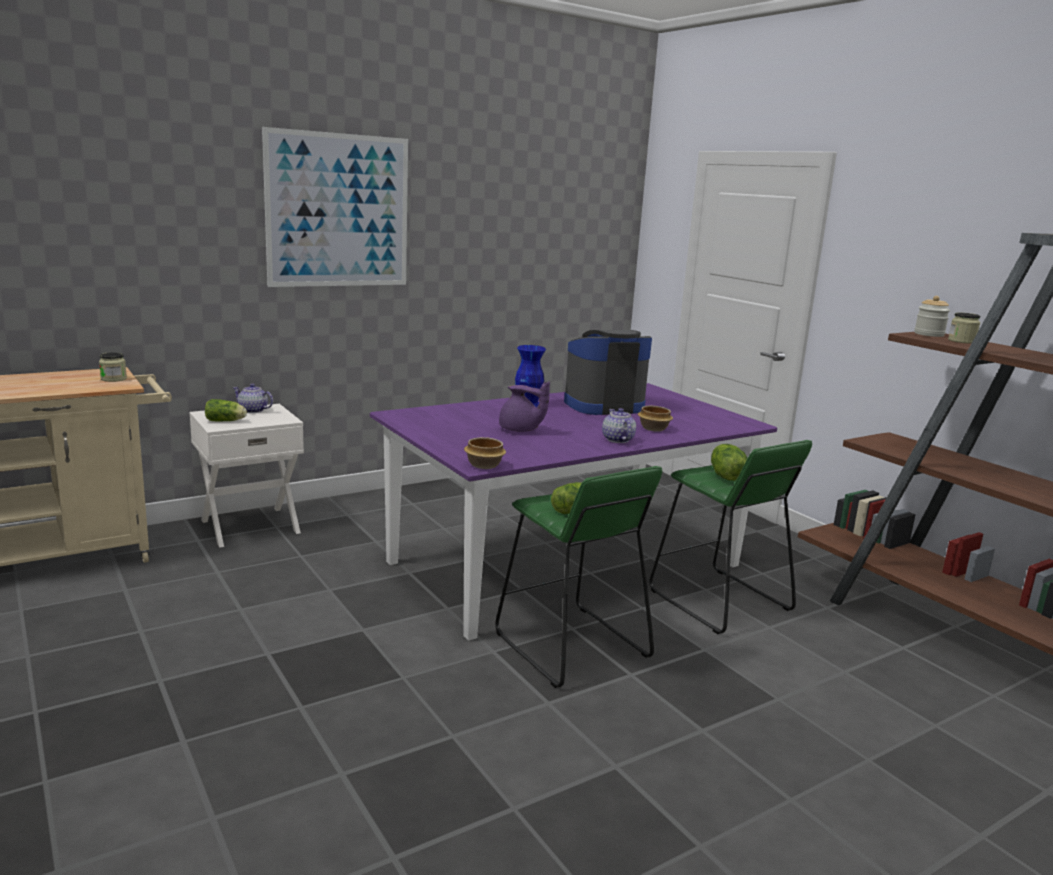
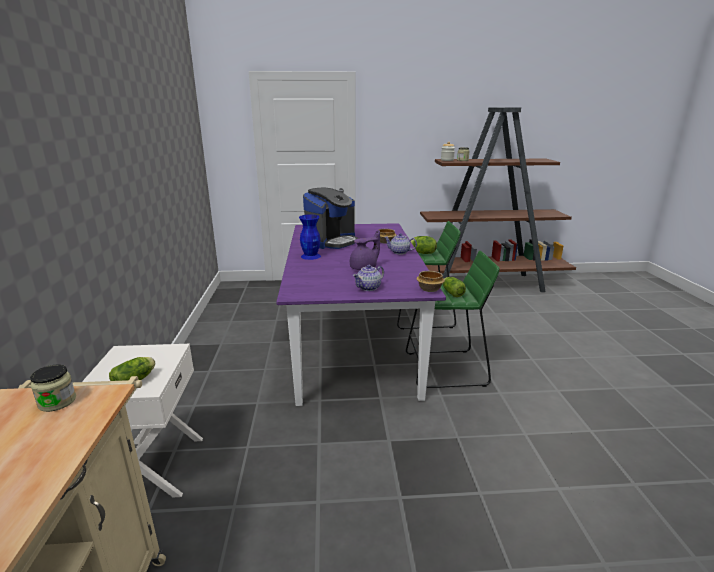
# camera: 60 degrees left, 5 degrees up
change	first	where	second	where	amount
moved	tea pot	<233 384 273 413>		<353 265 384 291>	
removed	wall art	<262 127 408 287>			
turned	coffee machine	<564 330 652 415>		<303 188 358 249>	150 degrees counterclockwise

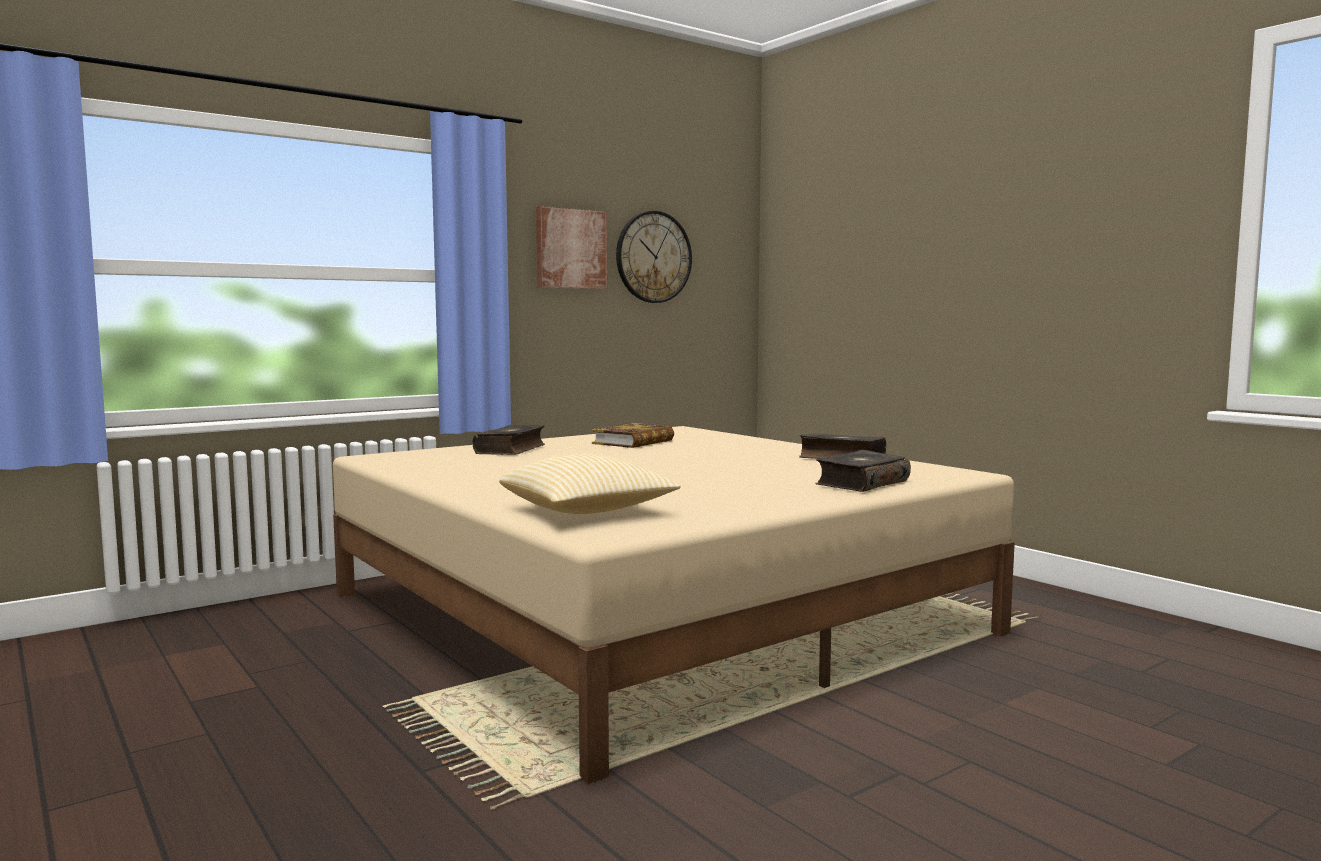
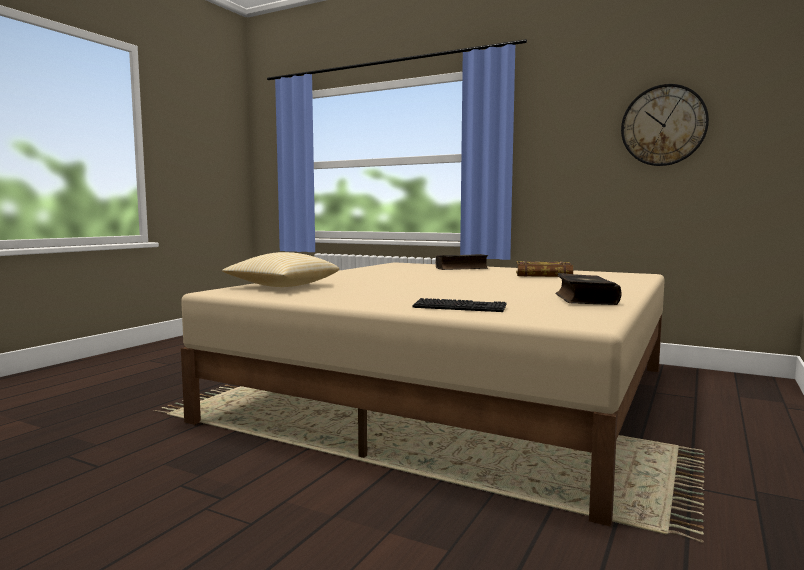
# camera: 65 degrees right, 0 degrees up
change	first	where	second	where	amount
removed	wall art	<536 206 607 289>			
replaced	book	<815 450 911 492>	computer keyboard	<413 298 507 312>	

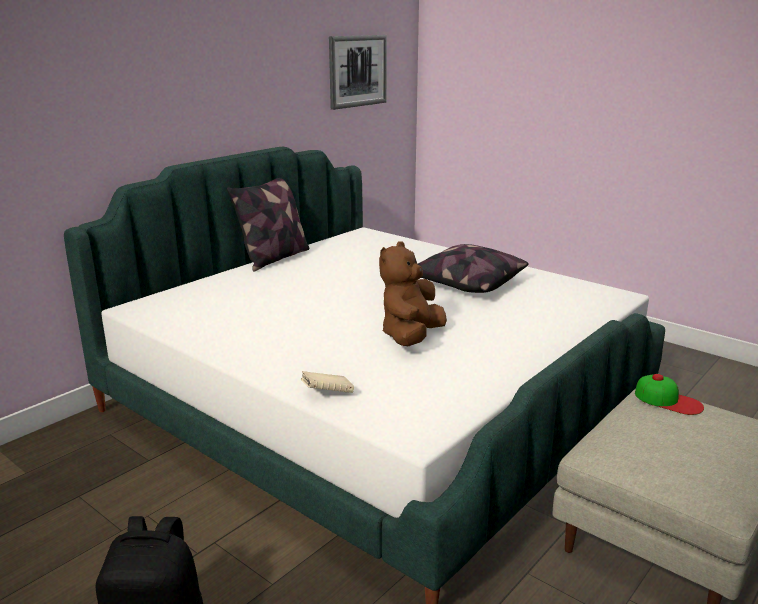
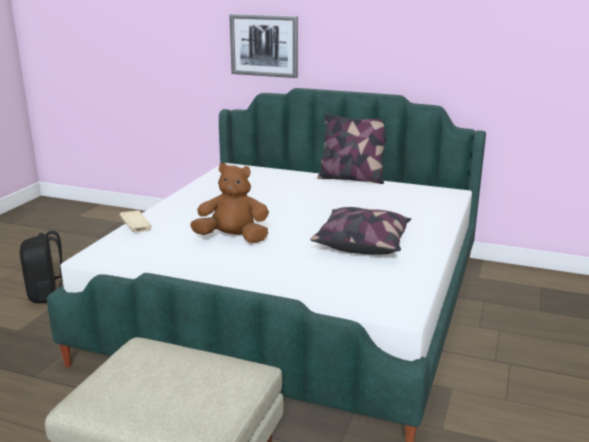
# camera: 70 degrees right, 0 degrees up
change	first	where	second	where	amount
moved	wall art	<329 35 387 110>		<229 14 298 78>	
removed	peaked cap	<635 374 704 415>			

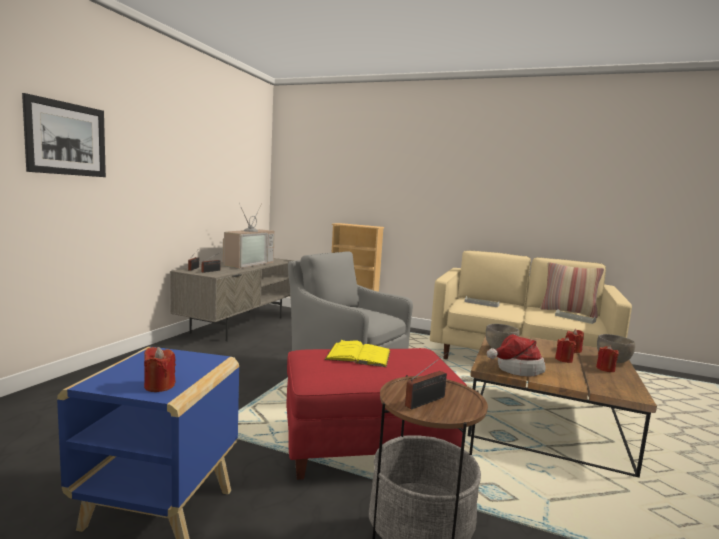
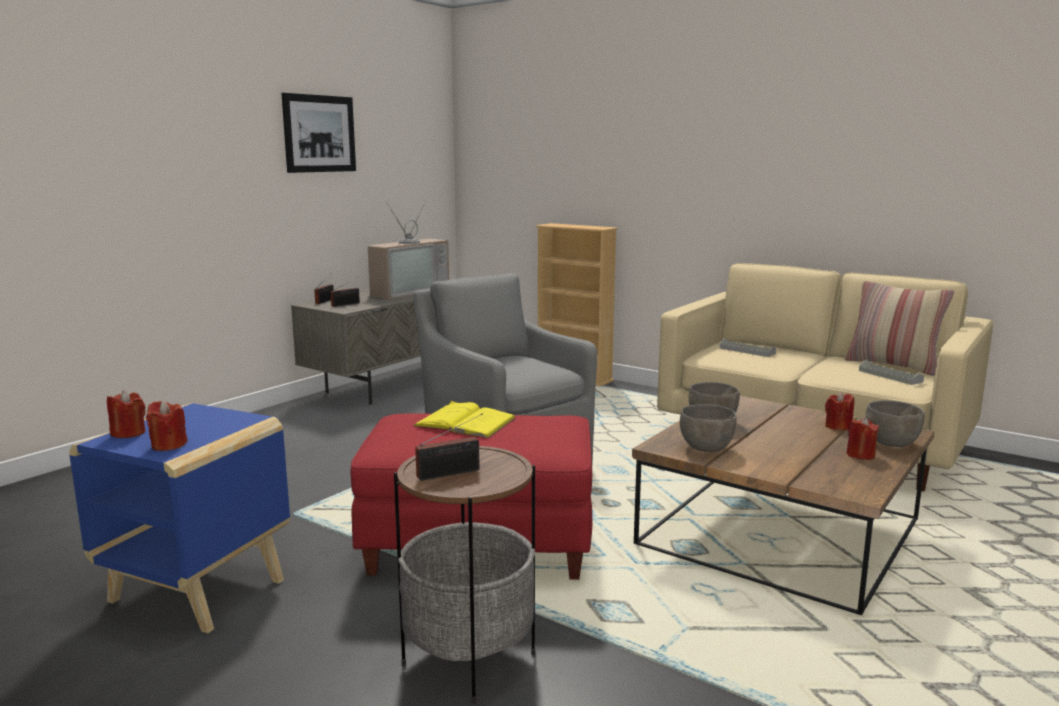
# camera: 15 degrees right, 5 degrees up
change	first	where	second	where	amount
moved	wall art	<22 93 106 177>		<281 93 356 173>	
replaced	wearable hat	<487 334 546 376>	greyish bowl	<680 404 737 452>	
moved	red-coloured wax light	<555 337 576 363>		<107 390 145 438>	

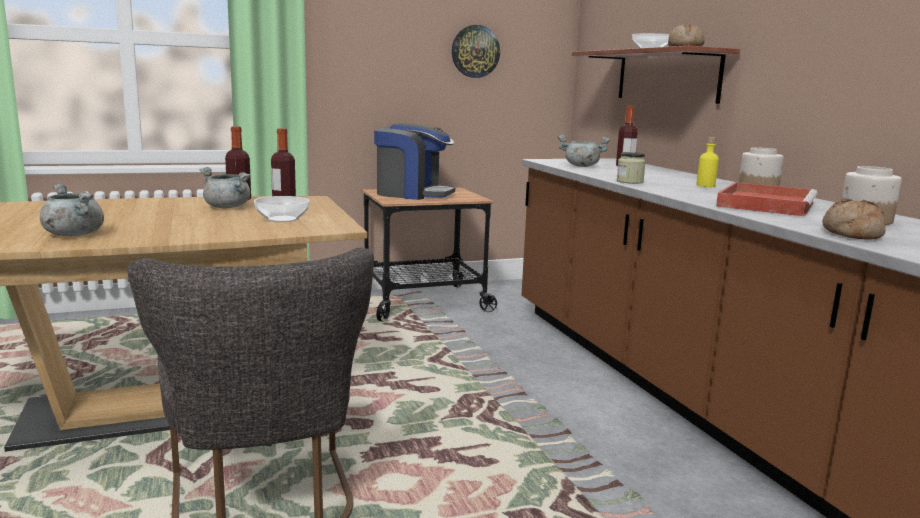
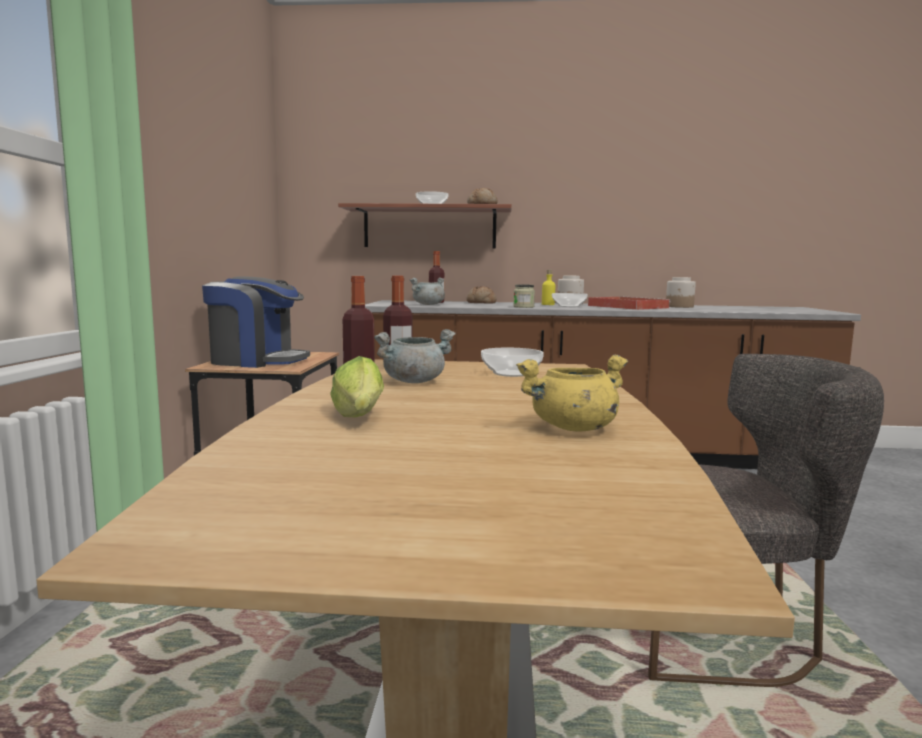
# camera: 65 degrees left, 5 degrees down
change	first	where	second	where	amount
recoloured	greyish saucepot	<40 183 104 236>	yellow-coloured saucepot	<516 355 628 431>	
turned	coffee machine	<374 123 455 200>		<202 276 310 368>	60 degrees clockwise
removed	clock on the wall	<452 25 500 78>			
moved	bakery bread	<822 199 886 240>		<467 286 497 304>	
added			lettuce head	<330 356 384 417>	
added			bowl	<552 293 588 307>	

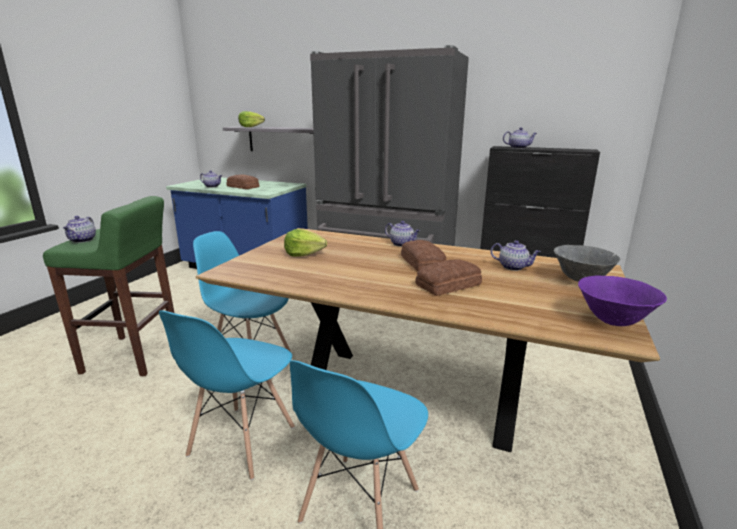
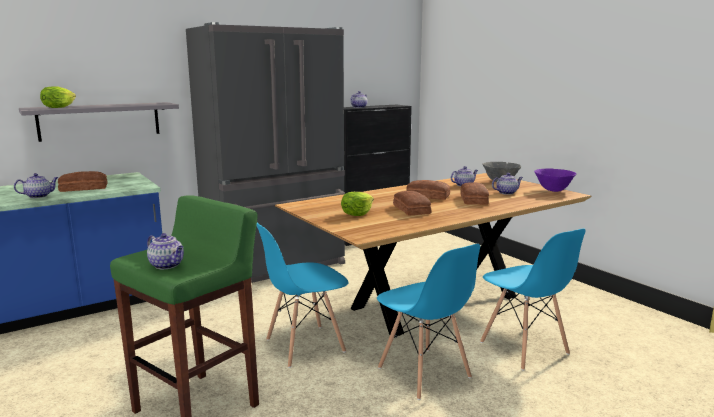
# camera: 55 degrees left, 5 degrees down
change	first	where	second	where	amount
moved	tea pot	<385 221 421 247>		<492 173 523 195>	
added			bakery bread	<393 191 431 216>	

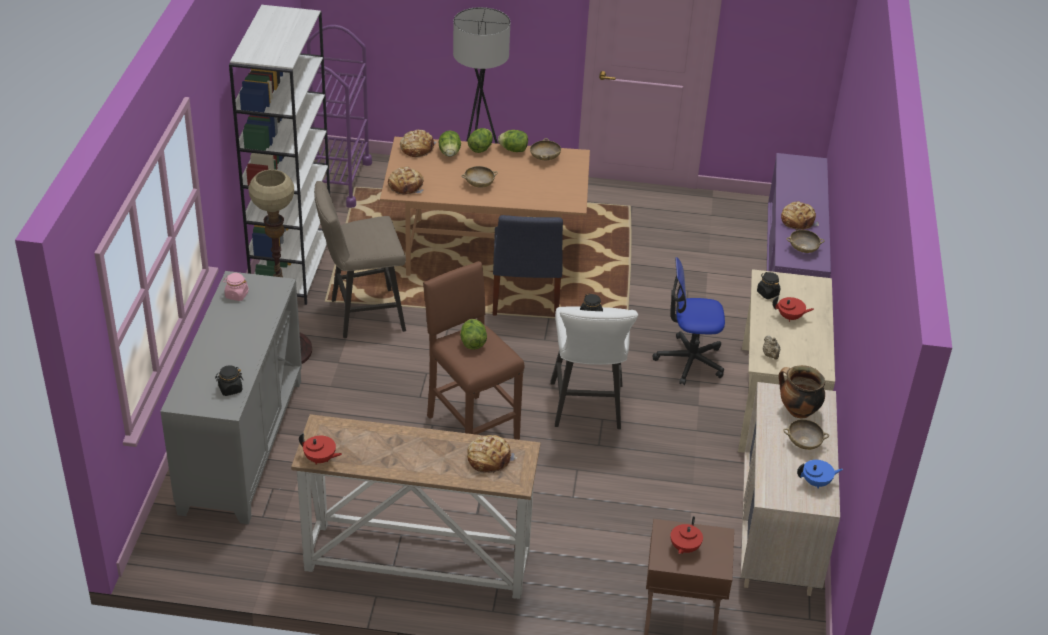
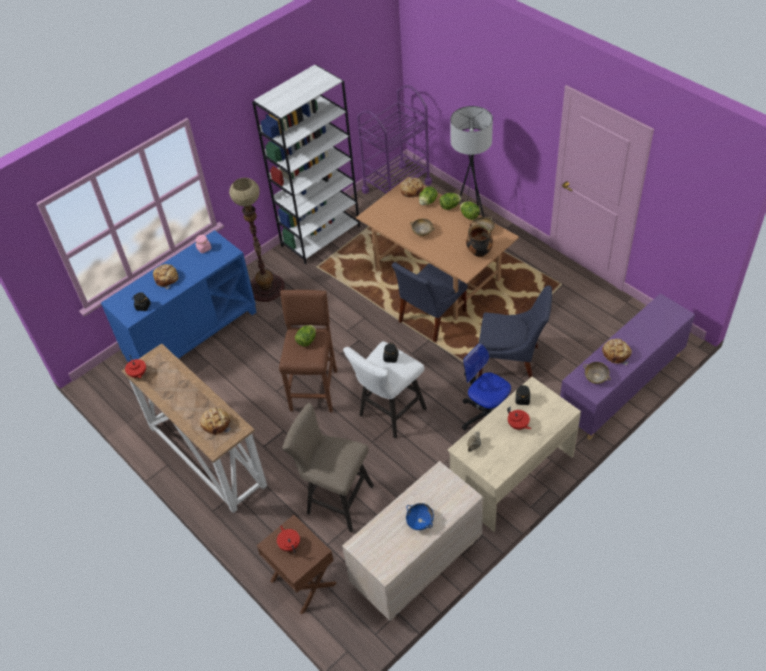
# camera: 45 degrees right, 10 degrees up
change	first	where	second	where	amount
recoloured	greyish cupboard	<160 271 302 524>	blue-coloured cupboard	<101 230 256 363>	
moved	sand-coloured sitting stool	<314 181 406 338>		<282 403 374 532>	
moved	bakery bread	<388 166 424 195>		<153 264 179 289>	
turned	red-coloured tea pot	<670 516 703 554>		<277 525 300 553>	90 degrees clockwise
moved	saucepot	<779 365 825 418>		<466 222 493 257>	
recoloured	sand-coloured bowl	<783 419 829 450>	blue-coloured bowl	<406 503 434 530>	
removed	blue-coloured tea pot	<797 460 843 489>			
added			blue-coloured plain chair	<479 285 552 379>	

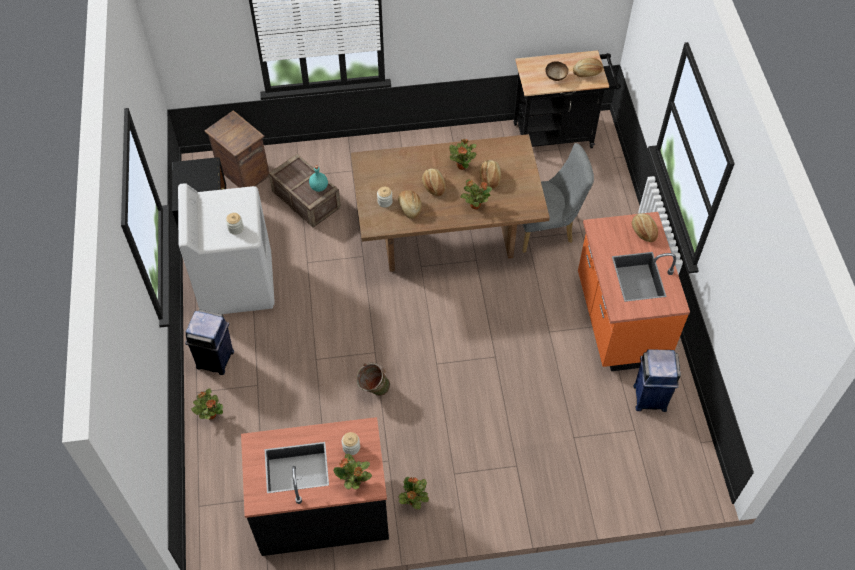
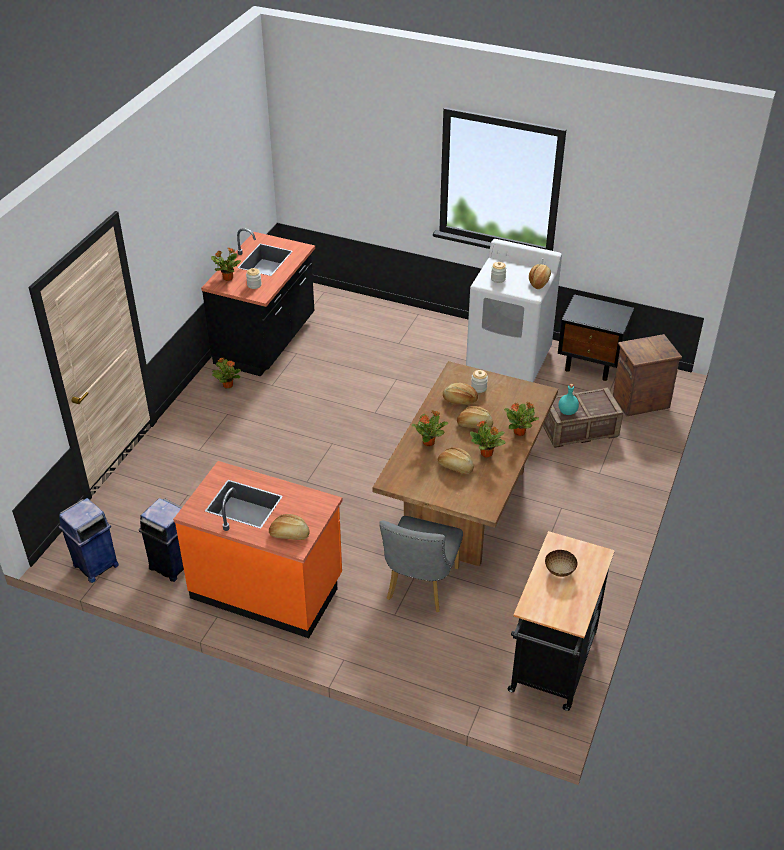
# camera: 120 degrees right, 15 degrees down
change	first	where	second	where	amount
moved	blue-coloured rubbish bin	<185 310 234 375>		<59 498 119 583>	
moved	plant in a pot	<191 389 223 419>		<504 402 539 436>	
removed	green water bucket	<356 362 390 396>			
moved	bakery bread	<573 58 603 77>		<529 264 551 289>	

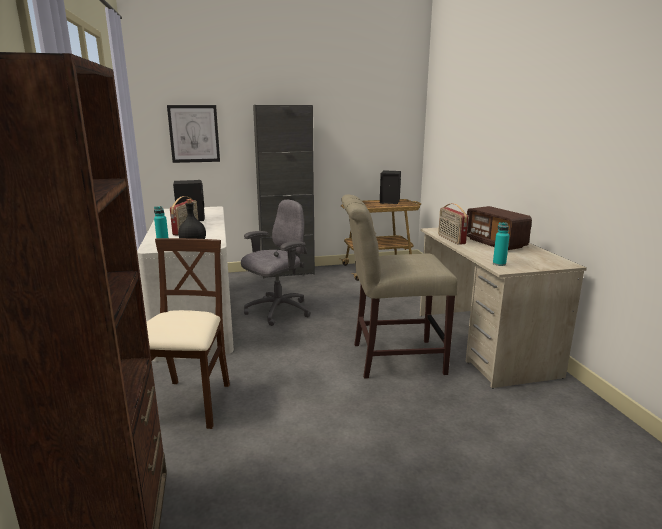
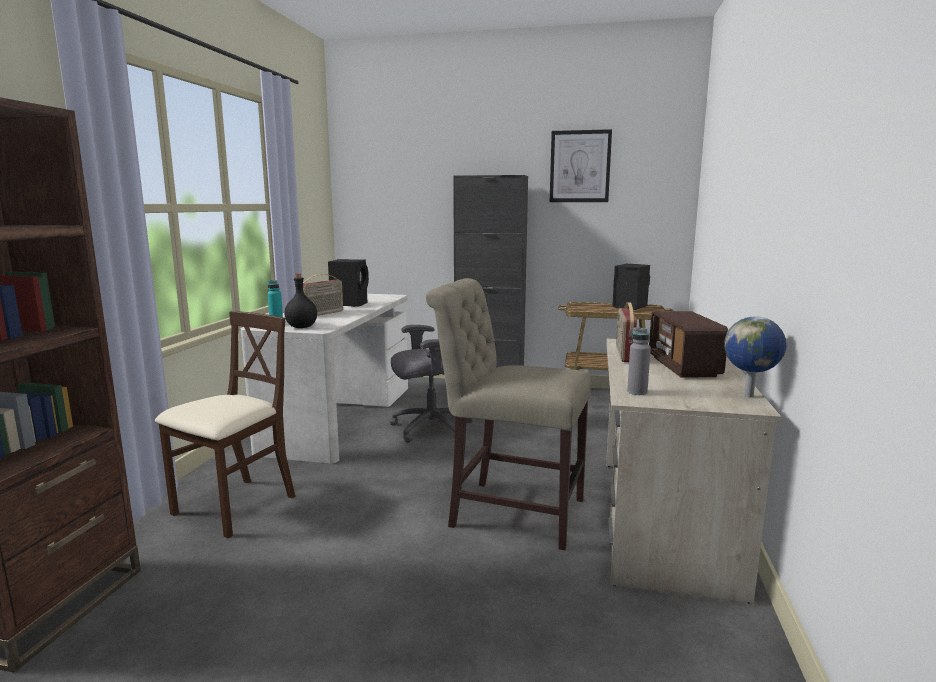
# camera: 25 degrees right, 5 degrees down
change	first	where	second	where	amount
moved	wall art	<167 105 220 163>		<550 129 612 202>	
recoloured	turquoise beverage bottle	<493 222 510 266>	greyish beverage bottle	<627 327 651 395>	
added			desk globe	<724 316 787 397>	

